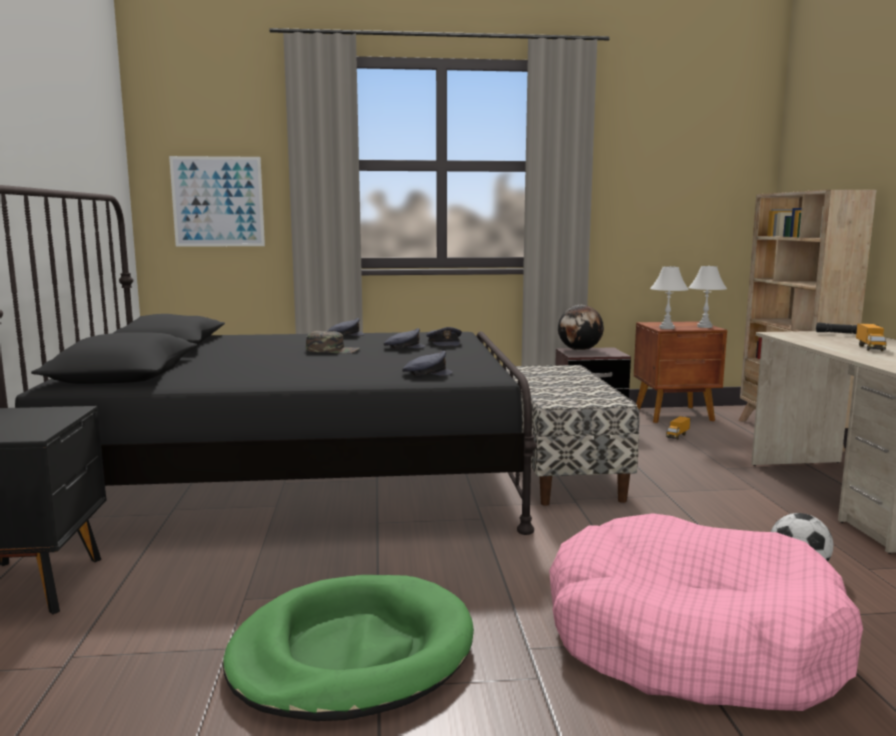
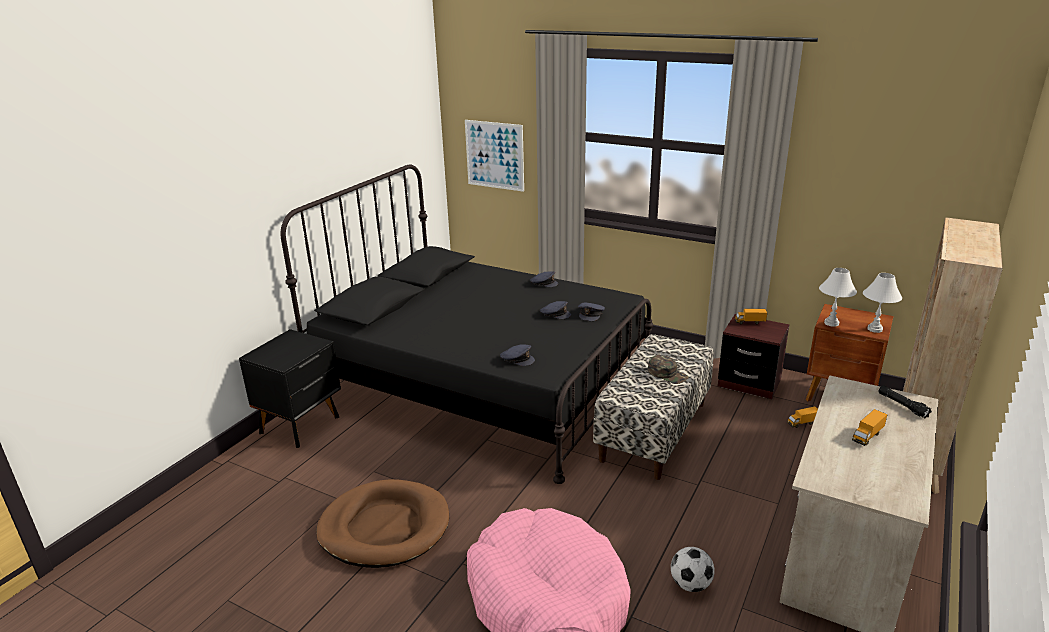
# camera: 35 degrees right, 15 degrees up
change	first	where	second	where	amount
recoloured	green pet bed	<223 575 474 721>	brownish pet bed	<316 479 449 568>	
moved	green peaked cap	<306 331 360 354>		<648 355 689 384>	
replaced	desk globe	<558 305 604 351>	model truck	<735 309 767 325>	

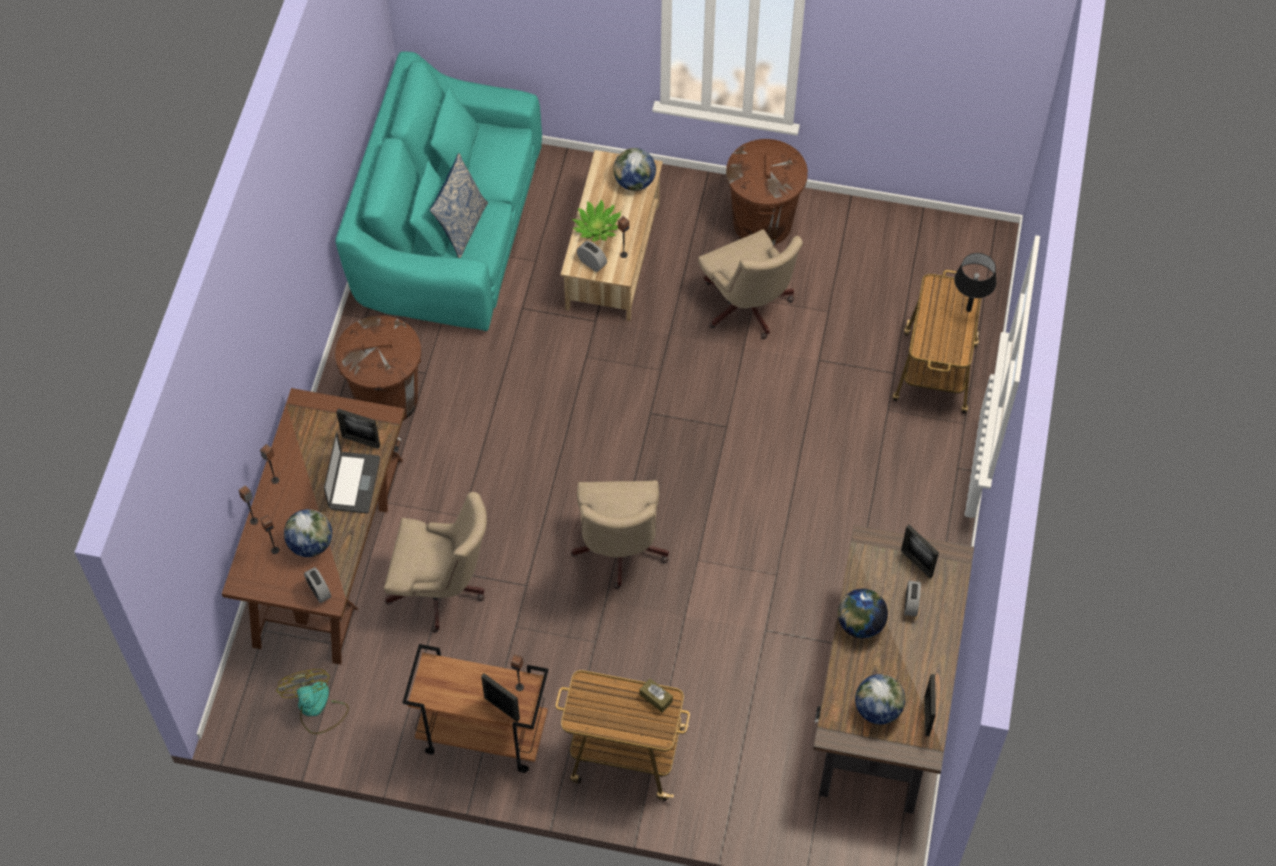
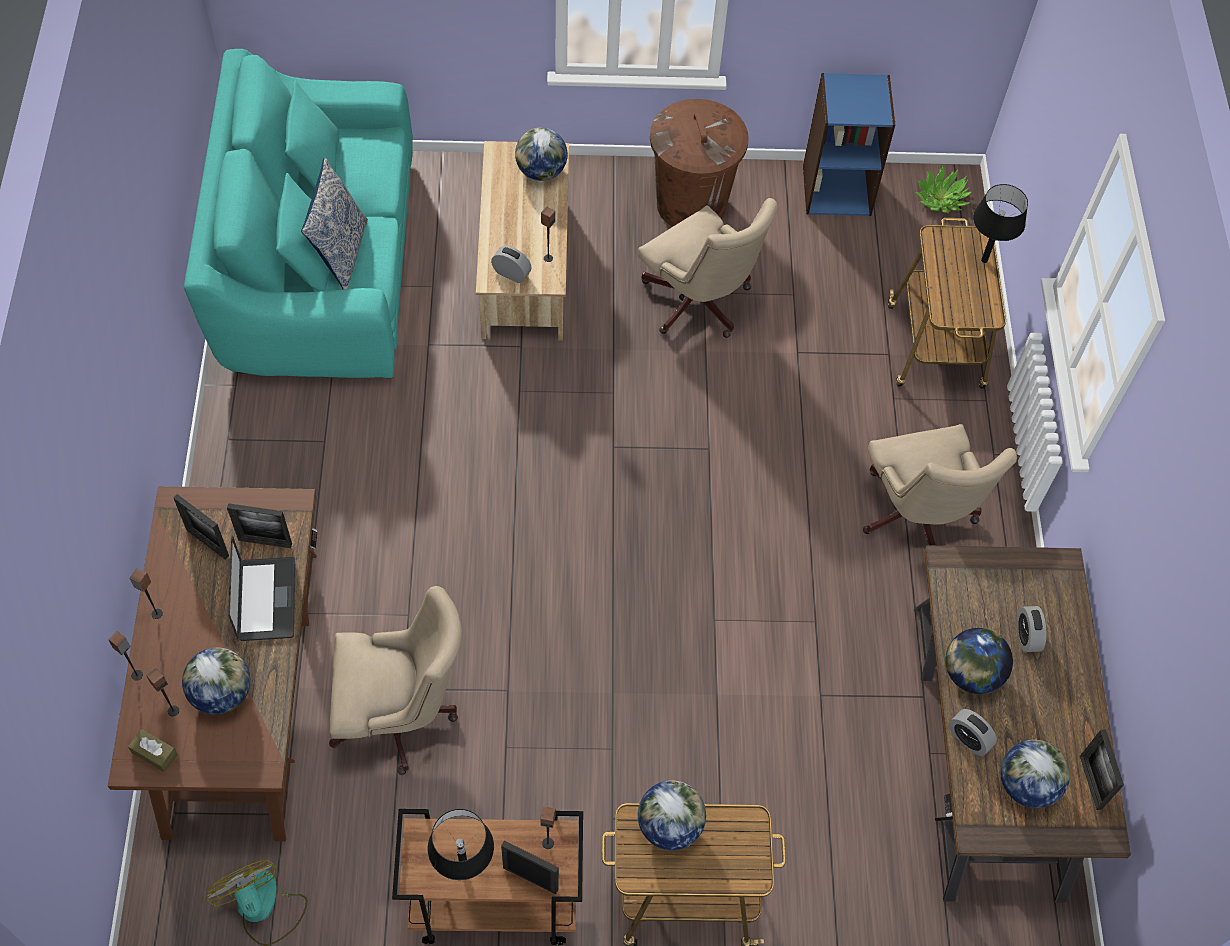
# camera: 15 degrees left, 0 degrees up
change	first	where	second	where	amount
moved	bedside clock	<304 567 331 603>		<949 709 997 756>	
removed	brownish rubbish bin	<335 315 421 421>			
moved	sand-coloured desk chair	<571 480 669 589>		<863 424 1017 546>	
moved	plant in a pot	<572 200 621 242>		<915 166 972 213>	
moved	brownish tissue box	<640 678 673 713>		<128 729 178 772>	
moved	standing frame	<901 525 939 578>		<173 494 229 560>	
added			black lamp for a table	<428 809 494 880>	
added			desk globe	<638 780 706 850>	
added			blue-coloured bookshelf	<803 73 895 216>	

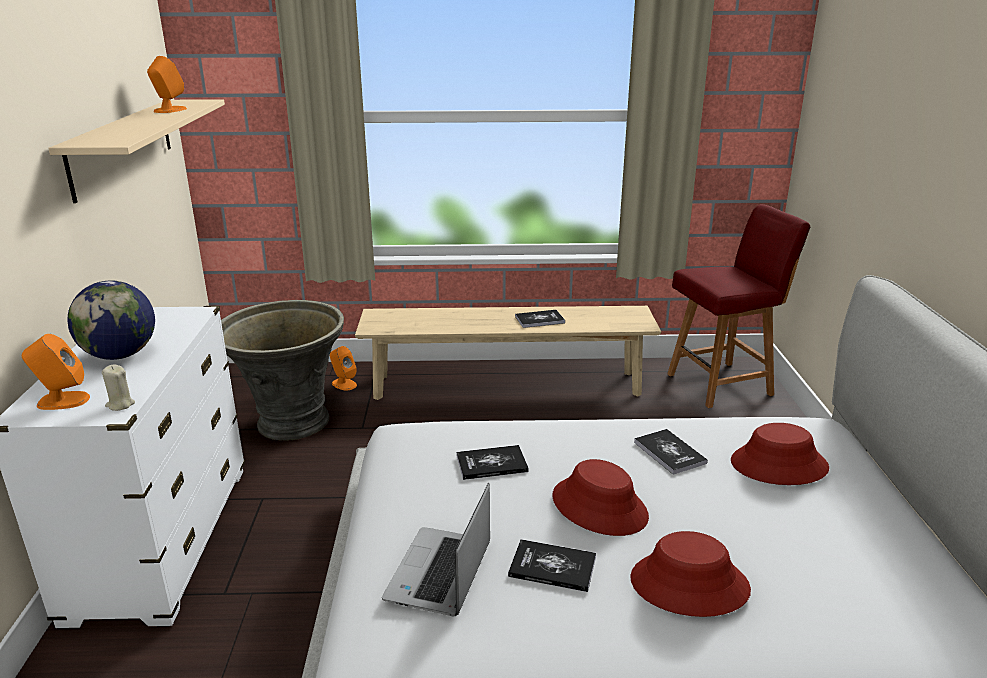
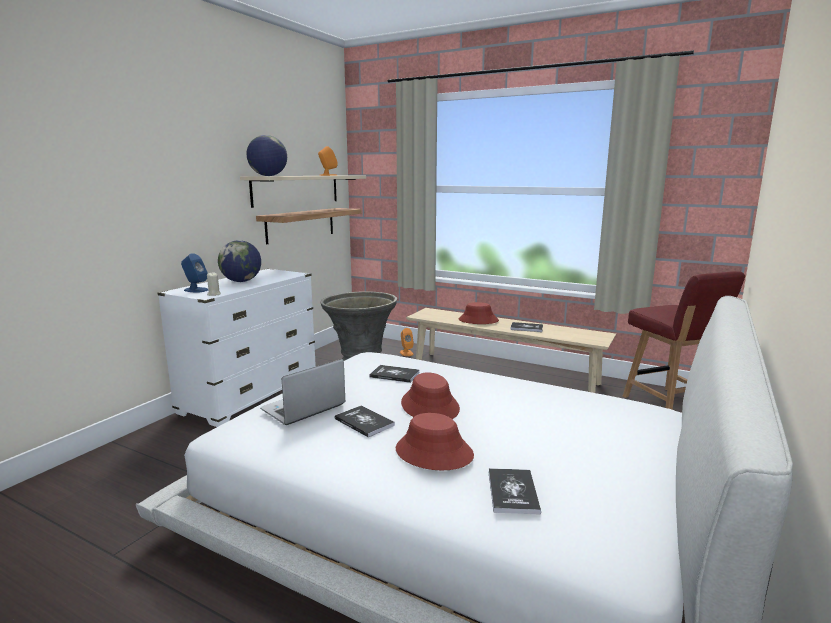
# camera: 30 degrees right, 10 degrees down
change	first	where	second	where	amount
recoloured	orangey audio speaker	<22 334 90 410>	blue-coloured audio speaker	<181 253 208 293>	
moved	book	<634 429 708 475>		<489 468 541 515>	
turned	red-coloured plain chair	<667 204 810 408>		<623 271 745 409>	60 degrees clockwise
moved	red-coloured wearable hat	<731 423 829 485>		<459 302 499 324>	
added			desk globe	<247 135 287 176>	
added			shelf	<256 208 362 245>	

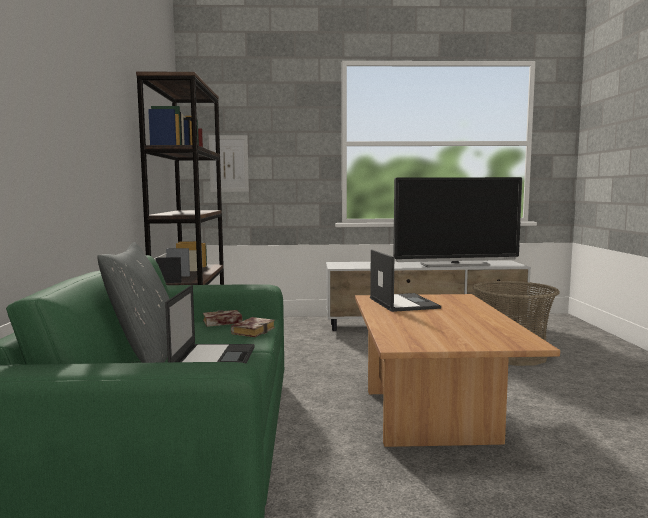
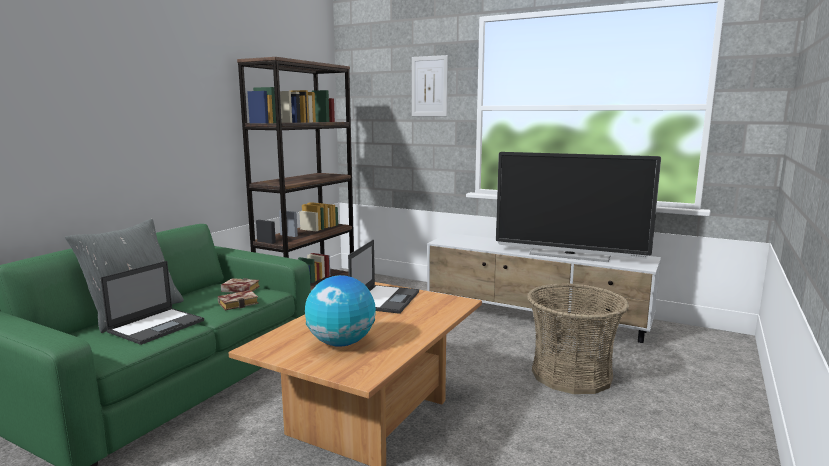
# camera: 30 degrees right, 5 degrees up
change	first	where	second	where	amount
moved	wall art	<209 135 249 192>		<412 55 448 116>	
added			desk globe	<305 275 376 347>	

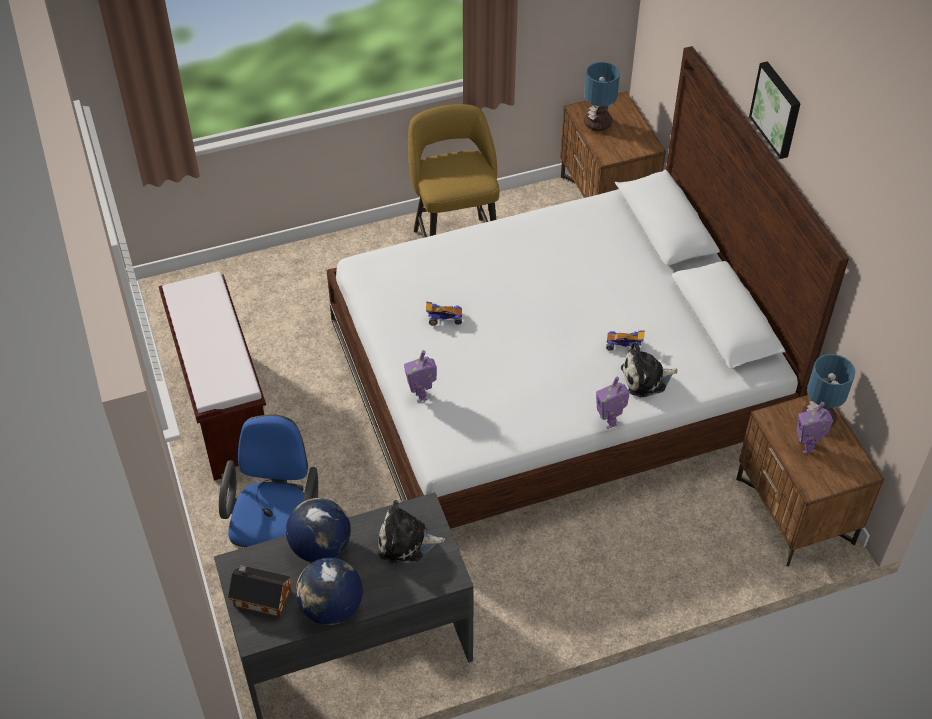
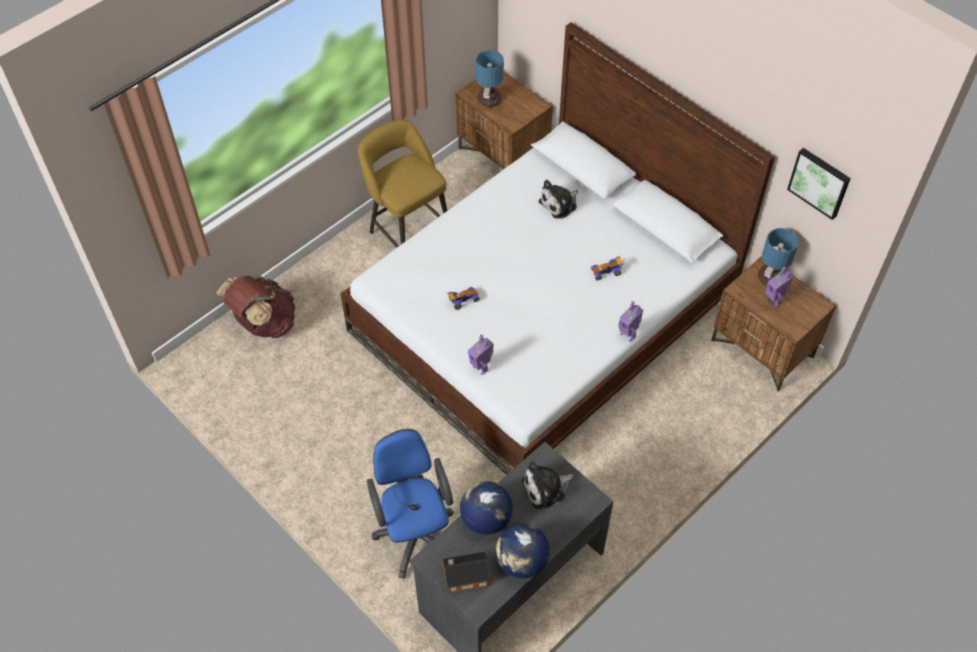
# camera: 25 degrees left, 5 degrees up
change	first	where	second	where	amount
removed	brownish long seat	<159 272 266 481>			
moved	cuddly toy	<621 342 678 397>		<539 180 578 219>	
moved	wall art	<749 61 801 159>		<787 148 851 220>	
added			brownish rucksack	<216 276 295 338>	

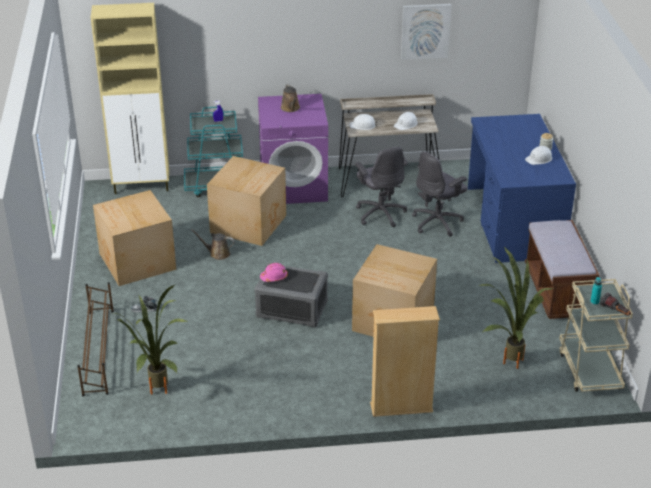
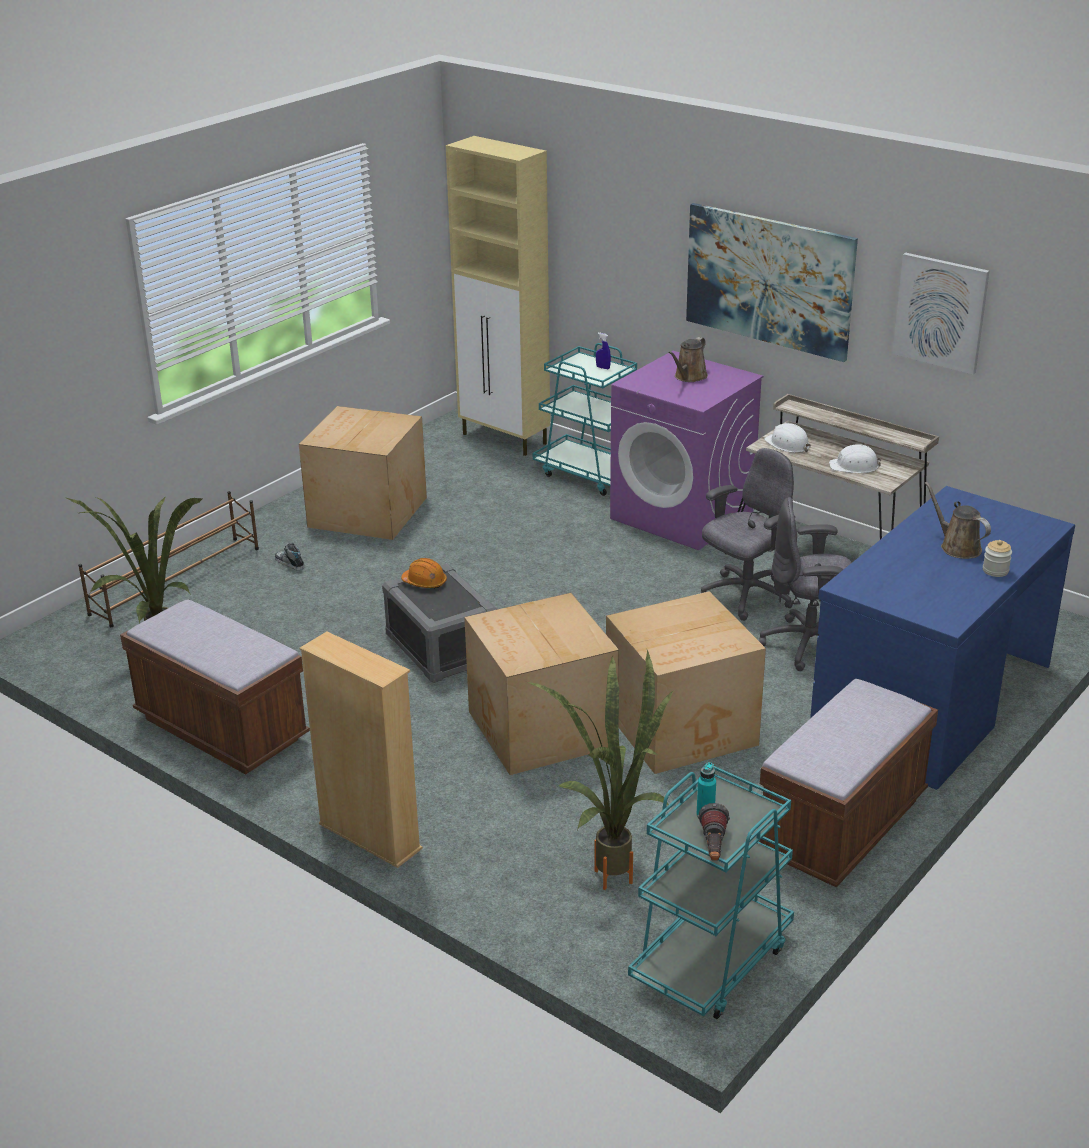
# camera: 45 degrees right, 5 degrees down
change	first	where	second	where	amount
moved	brownish sprinkling can	<191 229 235 260>		<925 482 991 559>	
moved	carton	<207 156 286 246>		<606 591 766 774>	
recoloured	pink hard hat	<260 263 288 282>	orangey hard hat	<401 558 447 589>	
turned	greyish desk chair	<355 147 408 227>		<701 448 795 621>	150 degrees counterclockwise
removed	white-coloured hard hat	<525 146 552 165>			
recoloured	sand-coloured trolley	<559 279 633 392>	turquoise trolley	<628 766 794 1019>	
added			brownish long seat	<120 599 310 775>	
added			wall art	<686 203 858 362>	

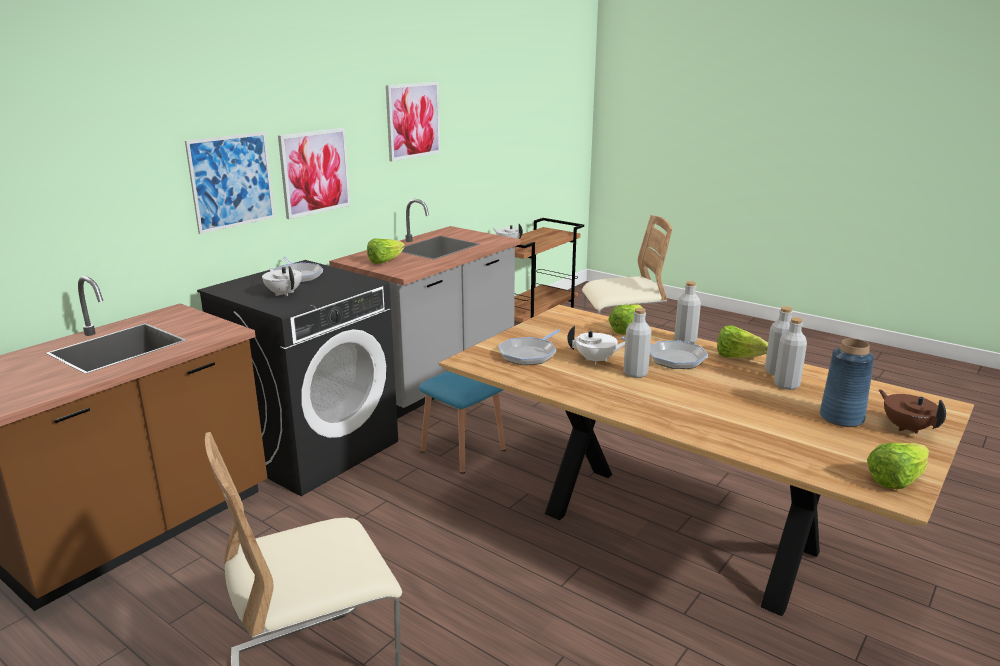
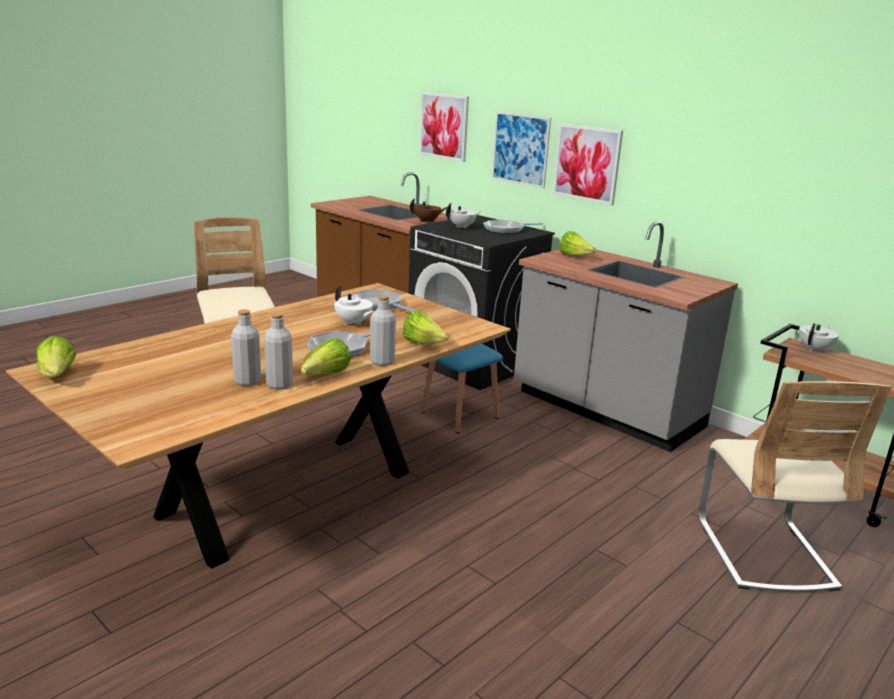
# camera: 95 degrees right, 0 degrees up
change	first	where	second	where	amount
moved	wall art	<386 82 441 162>		<419 92 469 162>	
turned	white-coloured tea pot	<567 326 625 365>		<334 286 374 326>	60 degrees counterclockwise
removed	greyish beverage bottle	<623 308 651 378>			
removed	blue-coloured flower vase	<820 338 875 427>			
moved	brownish tea pot	<879 389 946 434>		<410 198 447 223>	

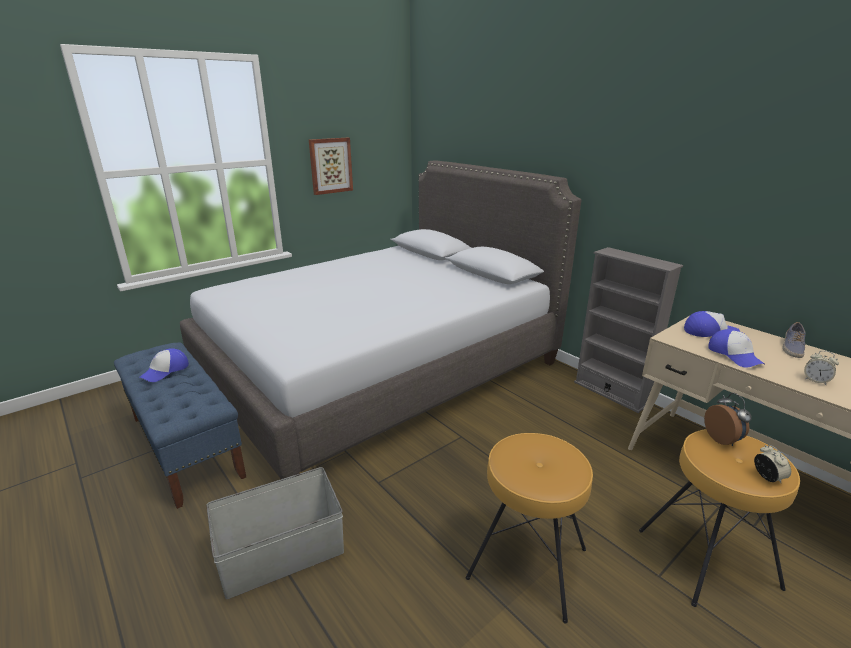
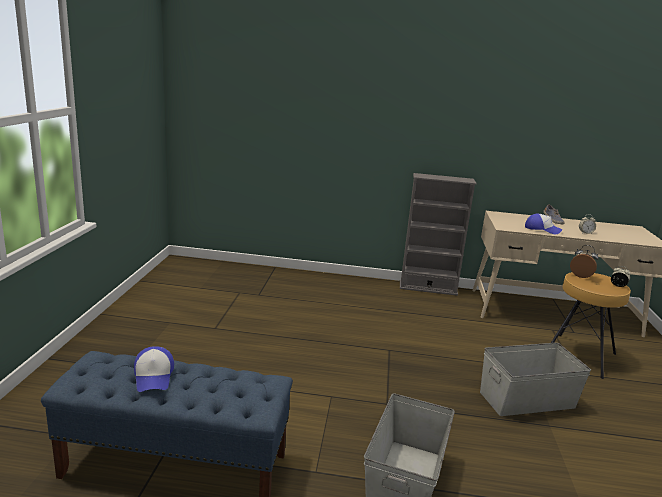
# camera: 45 degrees left, 5 degrees down
change	first	where	second	where	amount
removed	greyish bed	<180 160 582 479>			
removed	wall art	<309 138 353 195>			
replaced	brownish sitting stool	<466 433 593 624>	greyish storage box	<480 343 591 416>	
removed	peaked cap	<684 311 740 337>			

